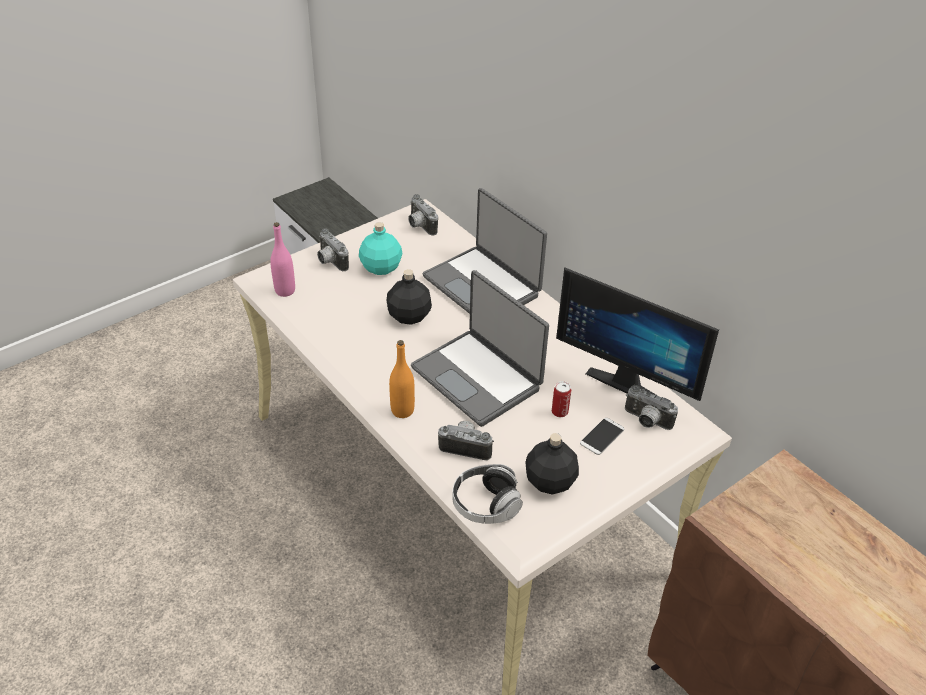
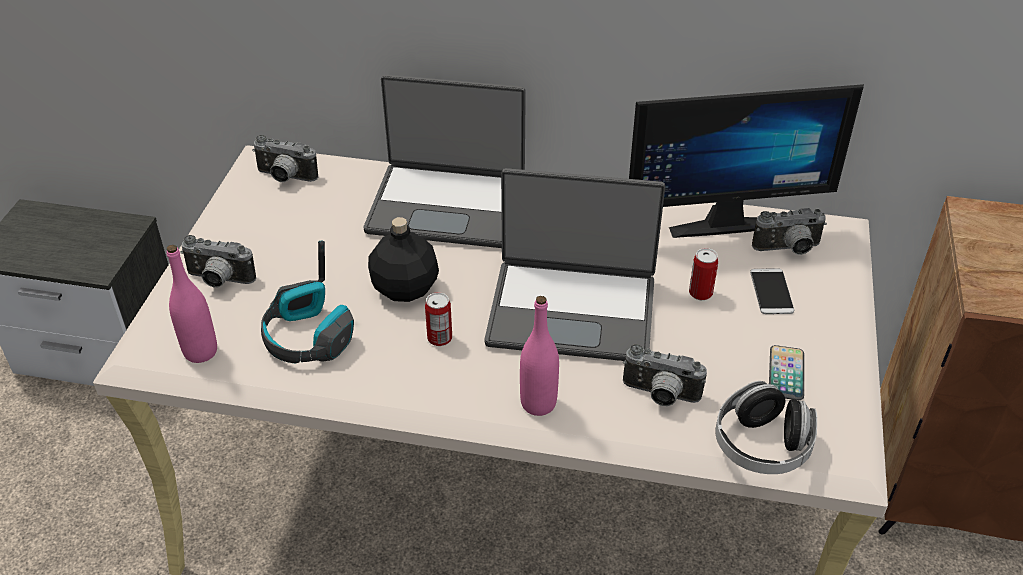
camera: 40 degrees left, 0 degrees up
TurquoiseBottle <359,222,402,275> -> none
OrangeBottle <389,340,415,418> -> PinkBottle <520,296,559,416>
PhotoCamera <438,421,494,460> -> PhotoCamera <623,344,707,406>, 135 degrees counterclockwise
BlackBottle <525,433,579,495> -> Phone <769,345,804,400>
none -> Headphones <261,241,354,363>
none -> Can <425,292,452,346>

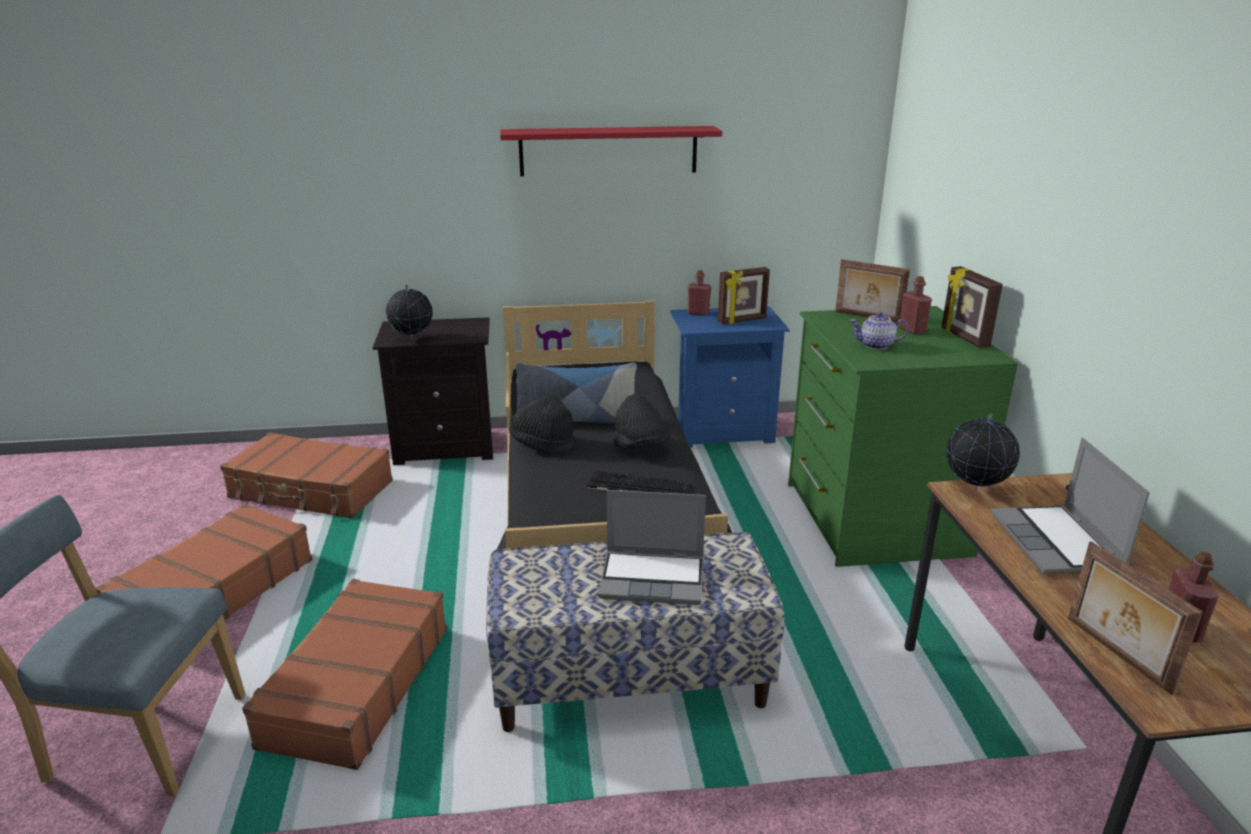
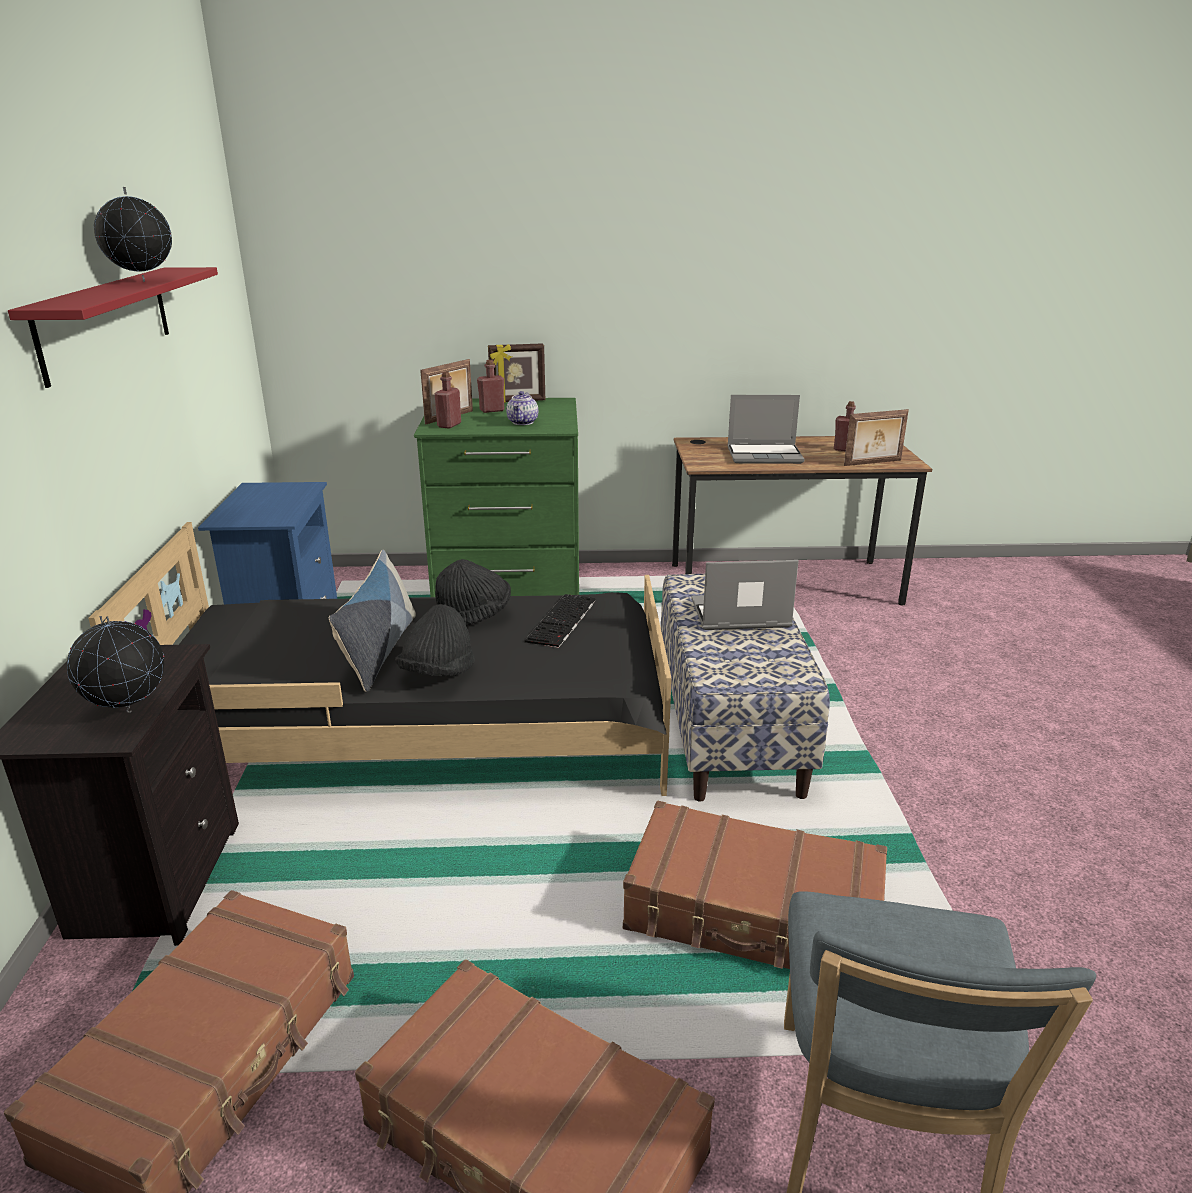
camera: 85 degrees left, 0 degrees up
PictureFrame <718,267,770,324> -> none
RedBottle <688,270,711,316> -> RedBottle <435,372,461,429>, shifted
Globe <946,413,1020,491> -> Globe <94,187,172,282>, shifted
Laptop <598,490,706,605> -> Laptop <691,560,799,630>, 105 degrees counterclockwise

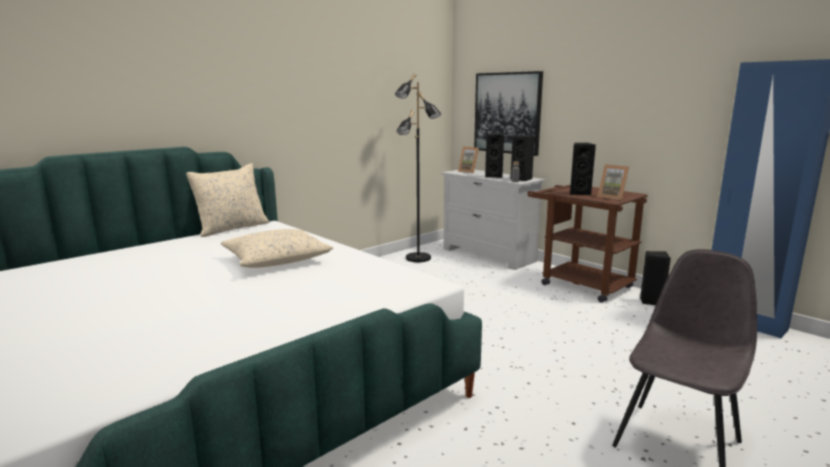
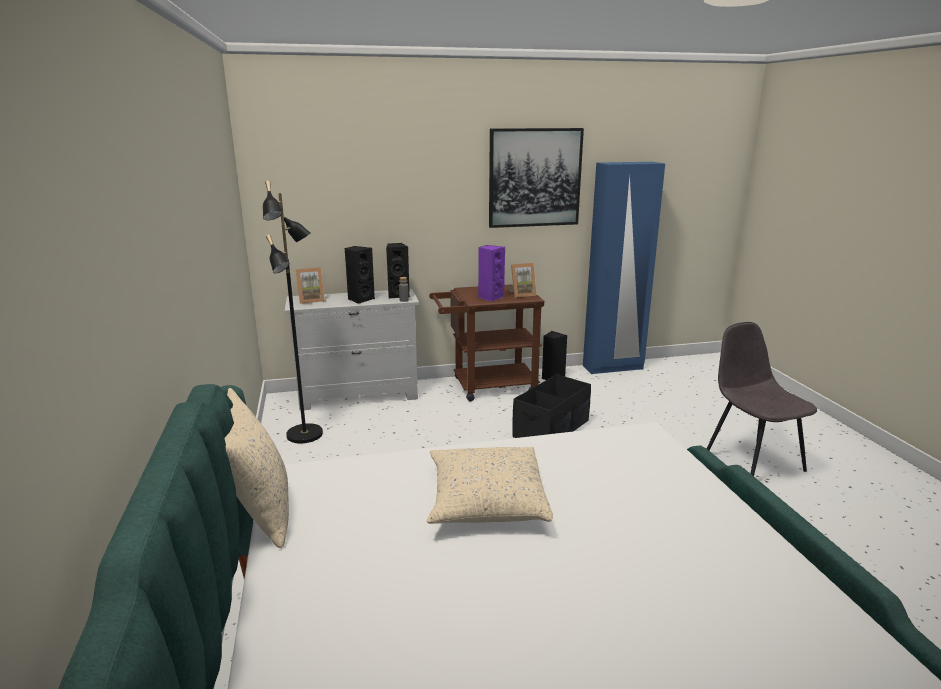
camera: 60 degrees left, 5 degrees up
Picture <474,71,543,156> -> Picture <489,128,584,228>, shifted
BlackSpeaker <570,143,596,195> -> PurpleSpeaker <478,245,505,302>
none -> BlackStorageBox <512,374,591,438>

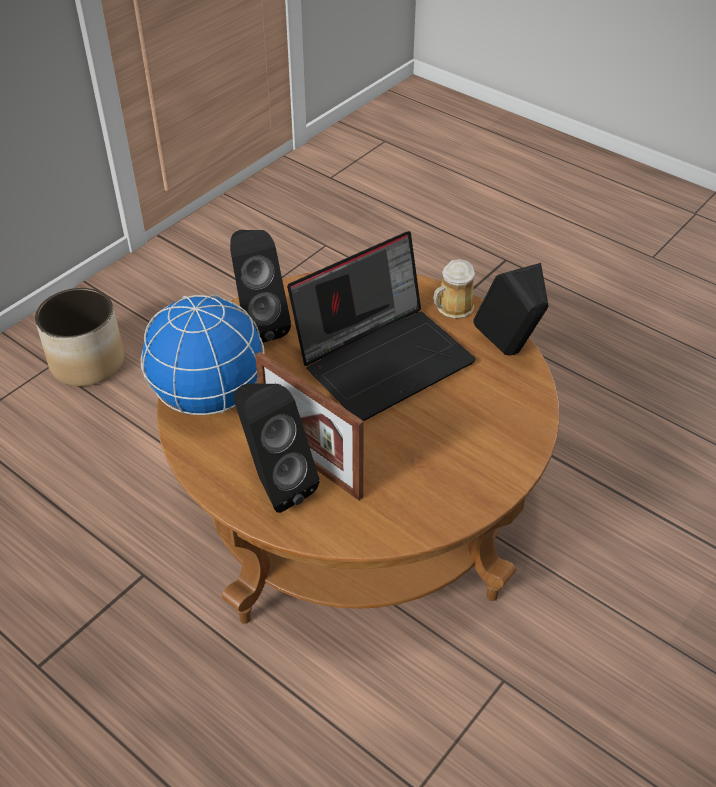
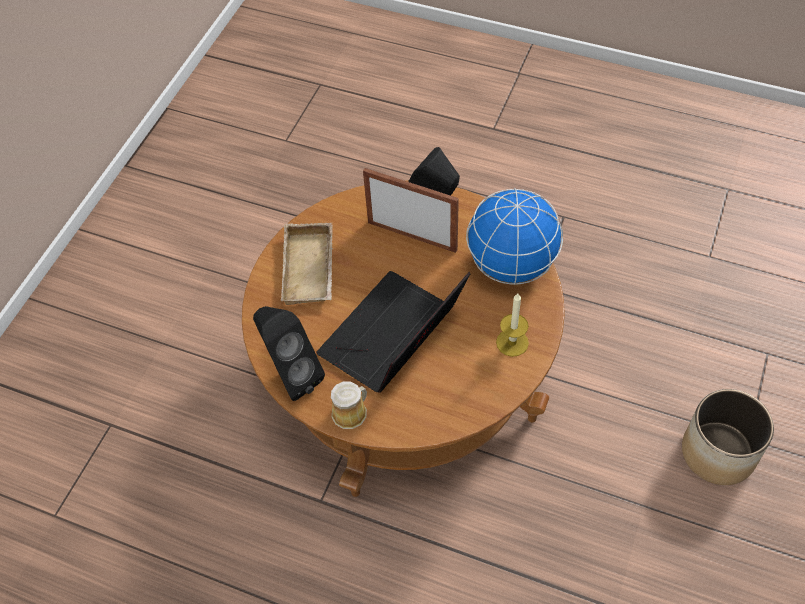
camera: 165 degrees right, 10 degrees up
BlackSpeaker <230,230,291,343> -> Candle <496,294,529,357>
none -> BeigeTray <281,223,333,305>

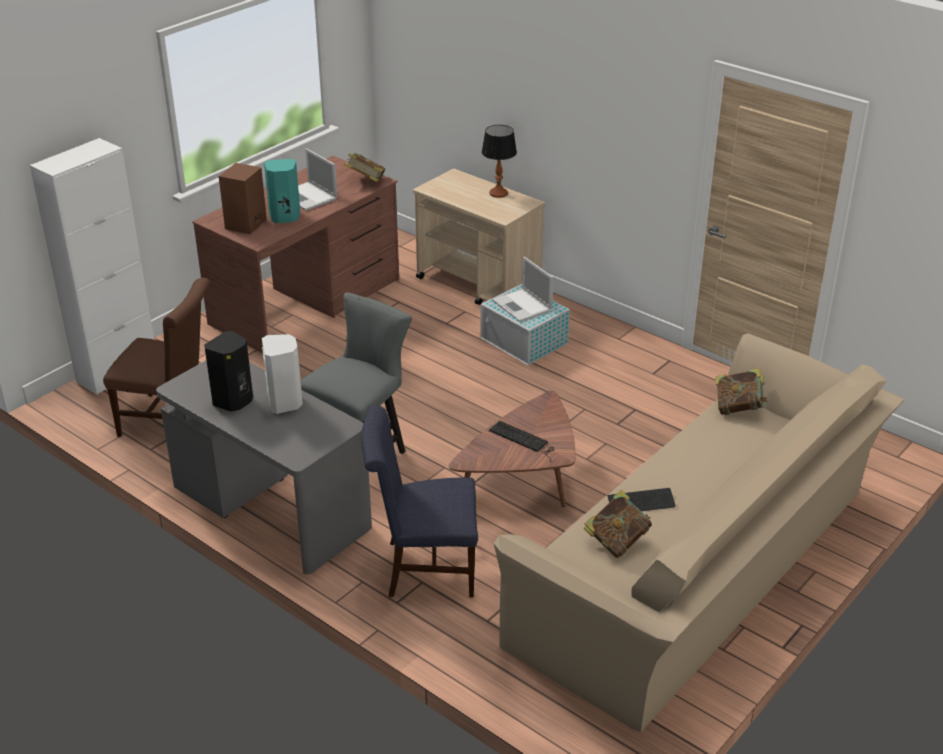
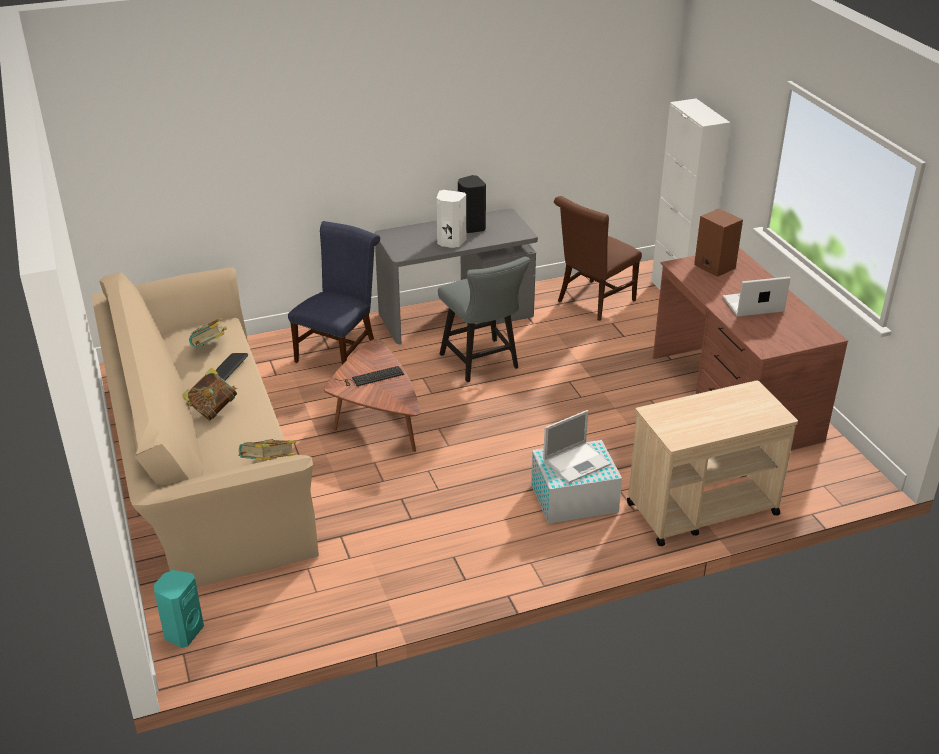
camera: 120 degrees right, 0 degrees up
TableLamp <482,125,517,198> -> none
Book <344,153,386,182> -> Book <182,368,237,421>, shifted
TurquoiseSpeaker <264,159,300,223> -> TurquoiseSpeaker <154,570,204,648>, shifted
Laptop <492,257,553,322> -> Laptop <543,410,611,483>, 150 degrees clockwise

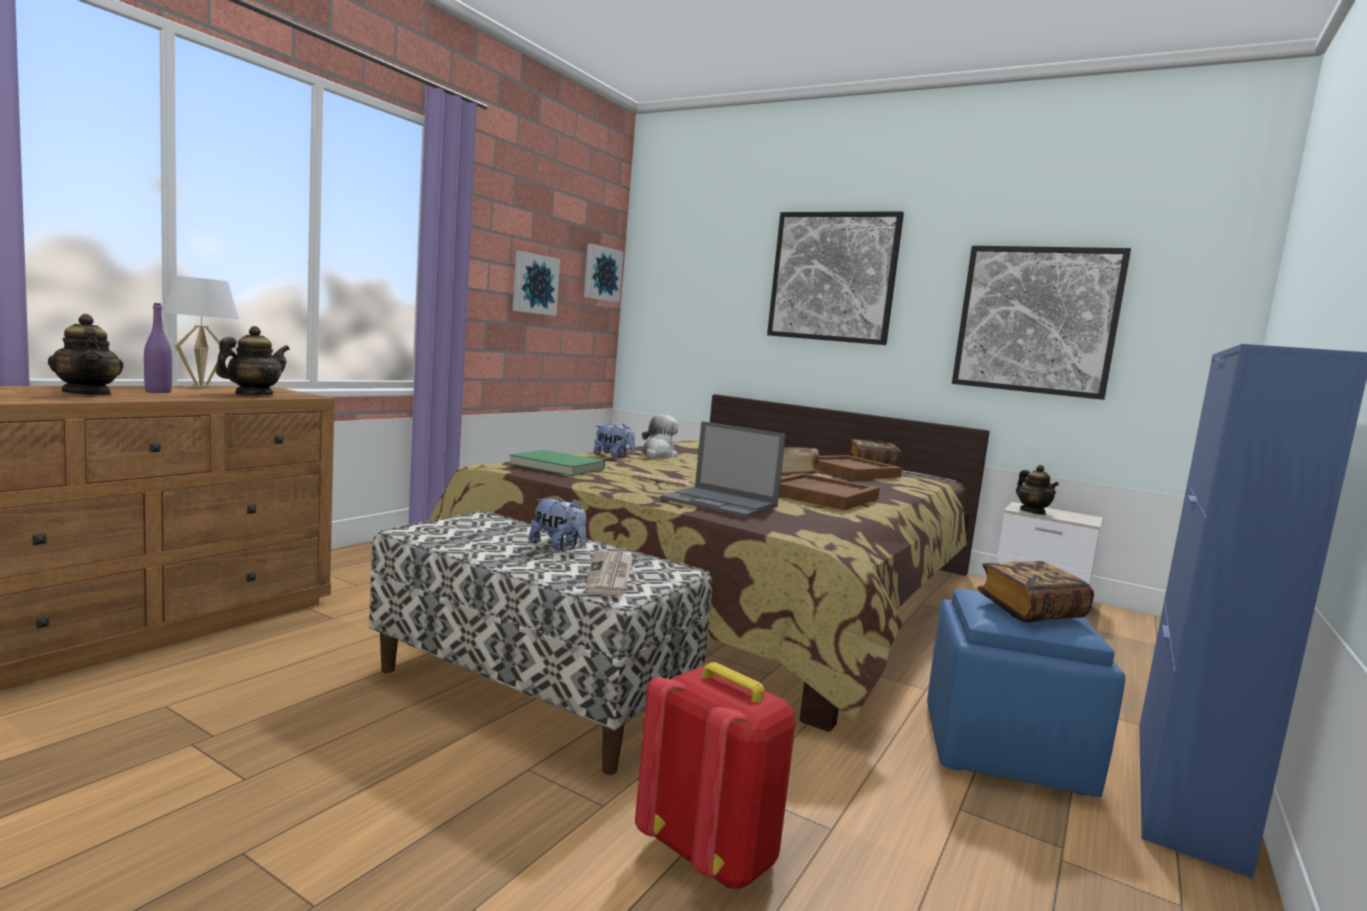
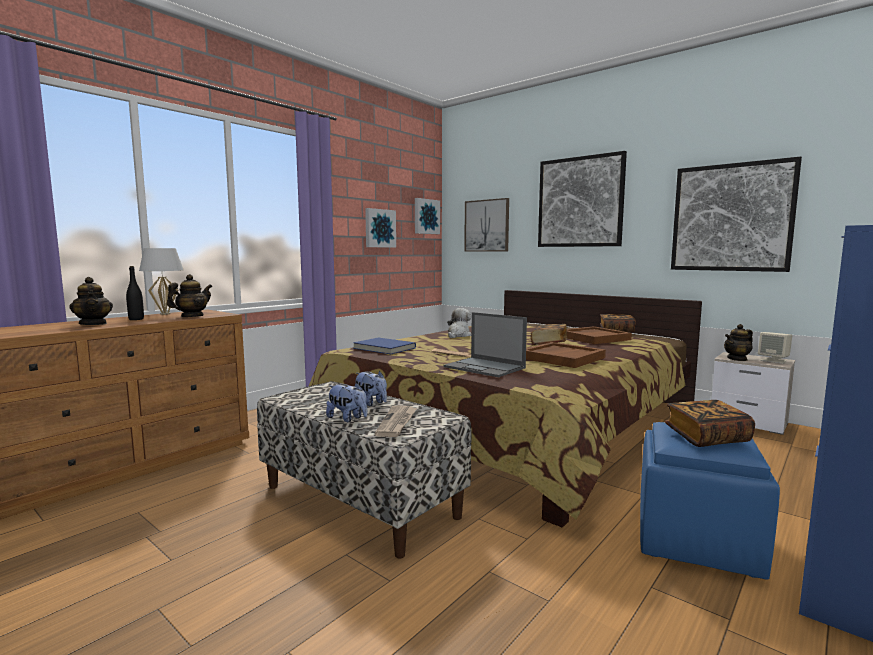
camera: 10 degrees right, 0 degrees up
PurpleBottle <144,303,172,393> -> BlackBottle <126,266,144,320>
PlushToy <594,424,635,459> -> PlushToy <326,382,367,422>, shifted
GreenBook <509,450,605,476> -> BlueBook <353,337,416,354>
Teapot <1016,465,1059,515> -> Teapot <724,324,753,361>, 75 degrees clockwise
RedBackpack <635,662,796,889> -> none
none -> Picture <464,198,509,252>
none -> BeigeSpeaker <758,332,792,364>

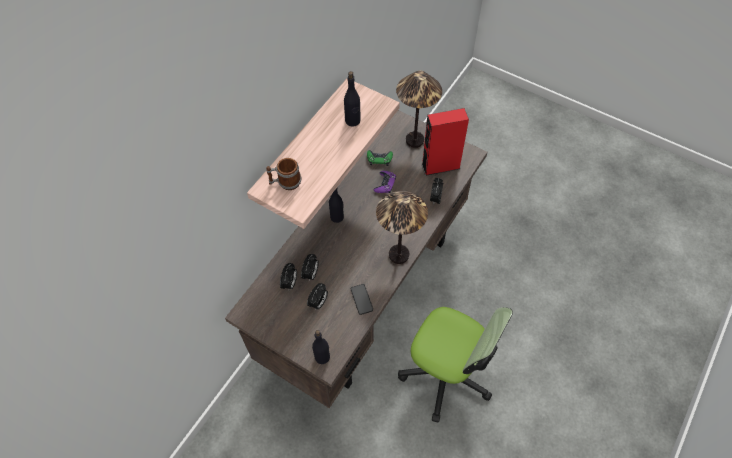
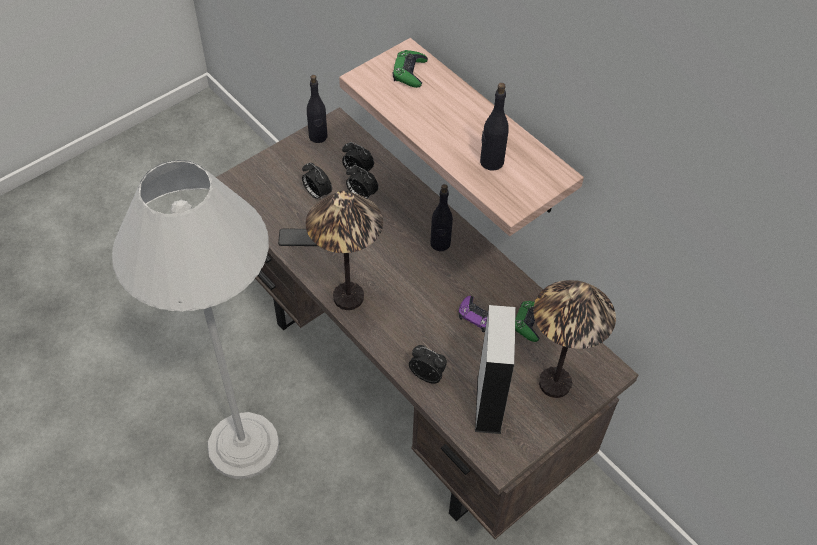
camera: 105 degrees right, 5 degrees down
RedSpeaker <422,108,469,176> -> GreySpeaker <475,305,516,434>
Mug <266,158,302,190> -> GreenGameController <393,50,428,88>
OfficeChair <398,307,513,423> -> WhiteFloorLamp <112,160,280,479>
BlackBottle <312,330,330,364> -> BlackBottle <307,75,327,143>, shifted

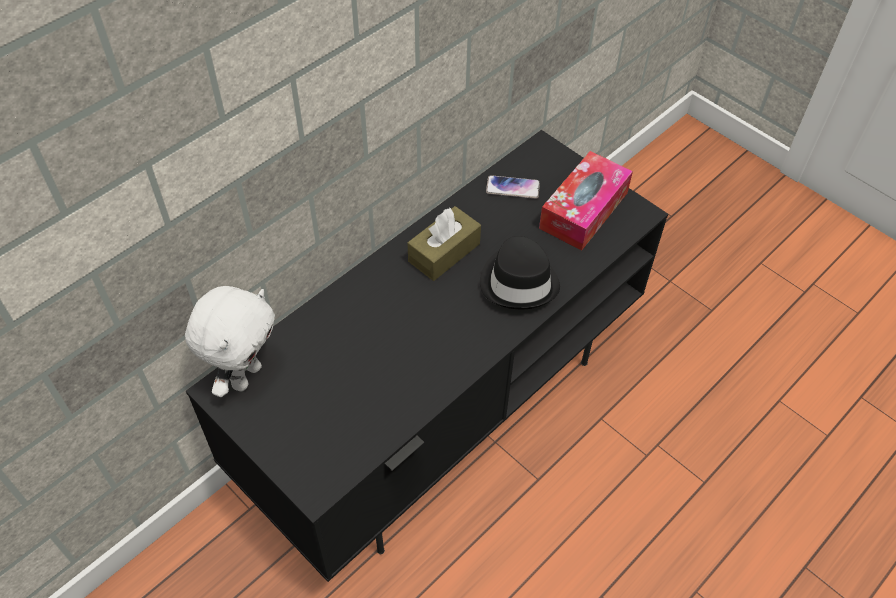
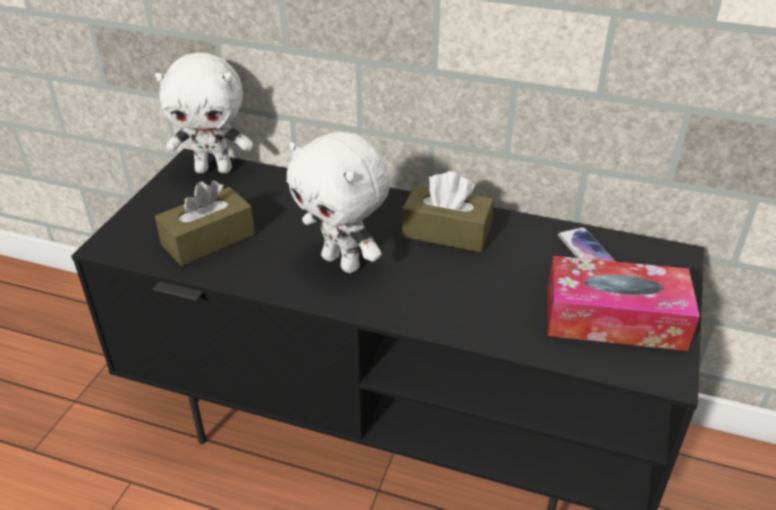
camera: 65 degrees right, 15 degrees down
BlackHat <480,236,560,309> -> none
none -> WhitePlushToy <286,132,390,273>
none -> BrownTissueBox <155,181,255,266>

